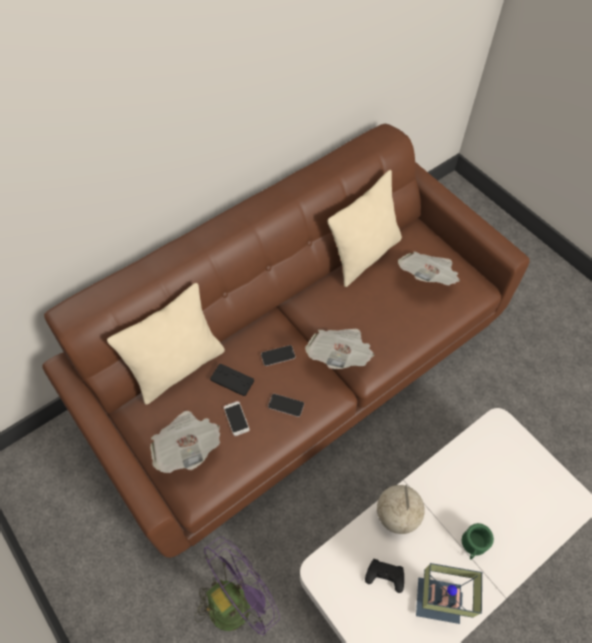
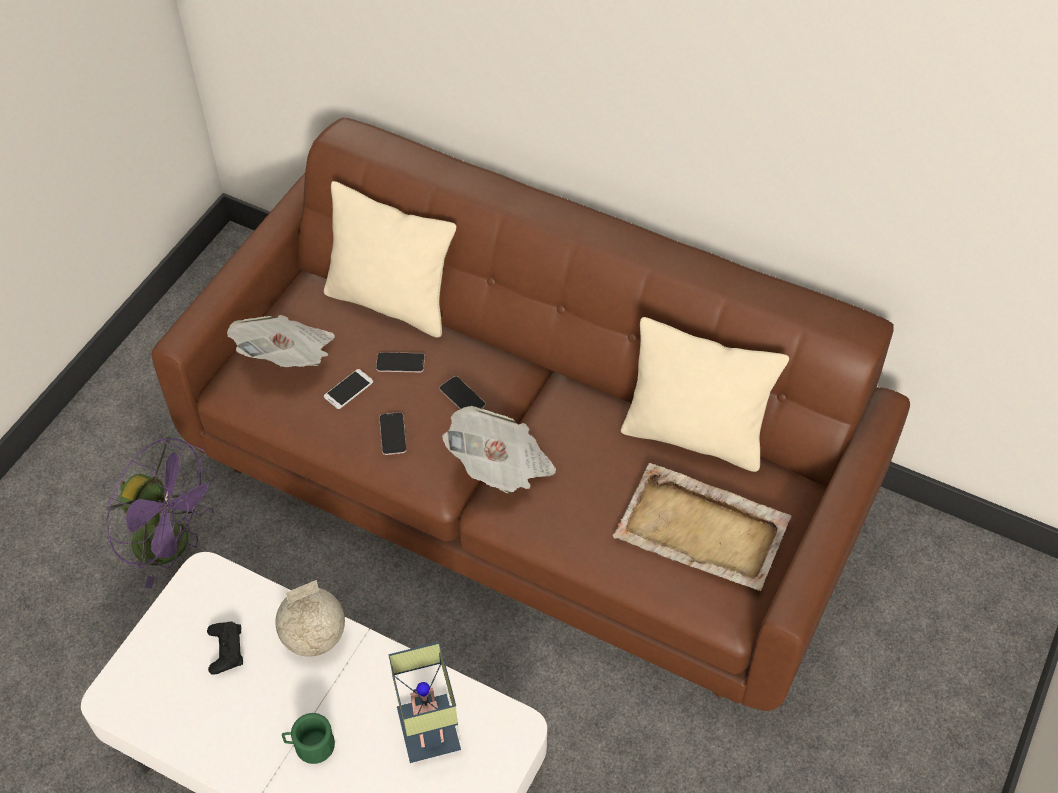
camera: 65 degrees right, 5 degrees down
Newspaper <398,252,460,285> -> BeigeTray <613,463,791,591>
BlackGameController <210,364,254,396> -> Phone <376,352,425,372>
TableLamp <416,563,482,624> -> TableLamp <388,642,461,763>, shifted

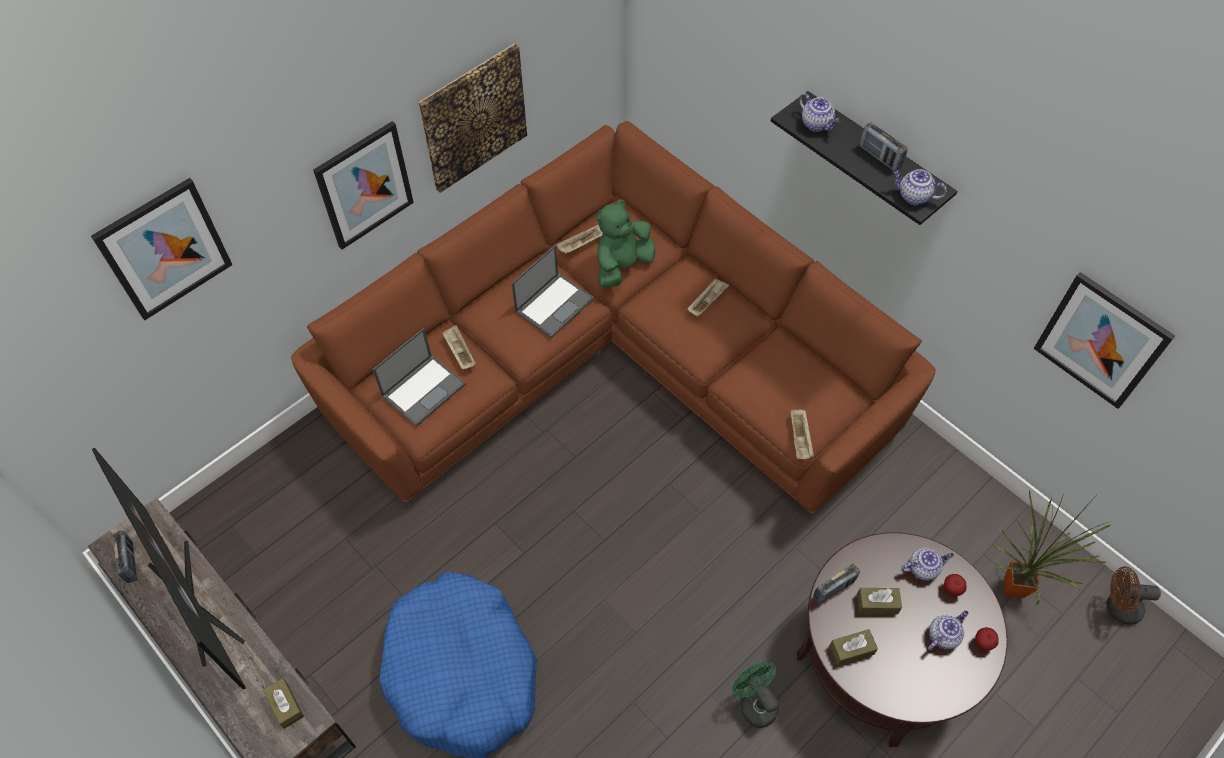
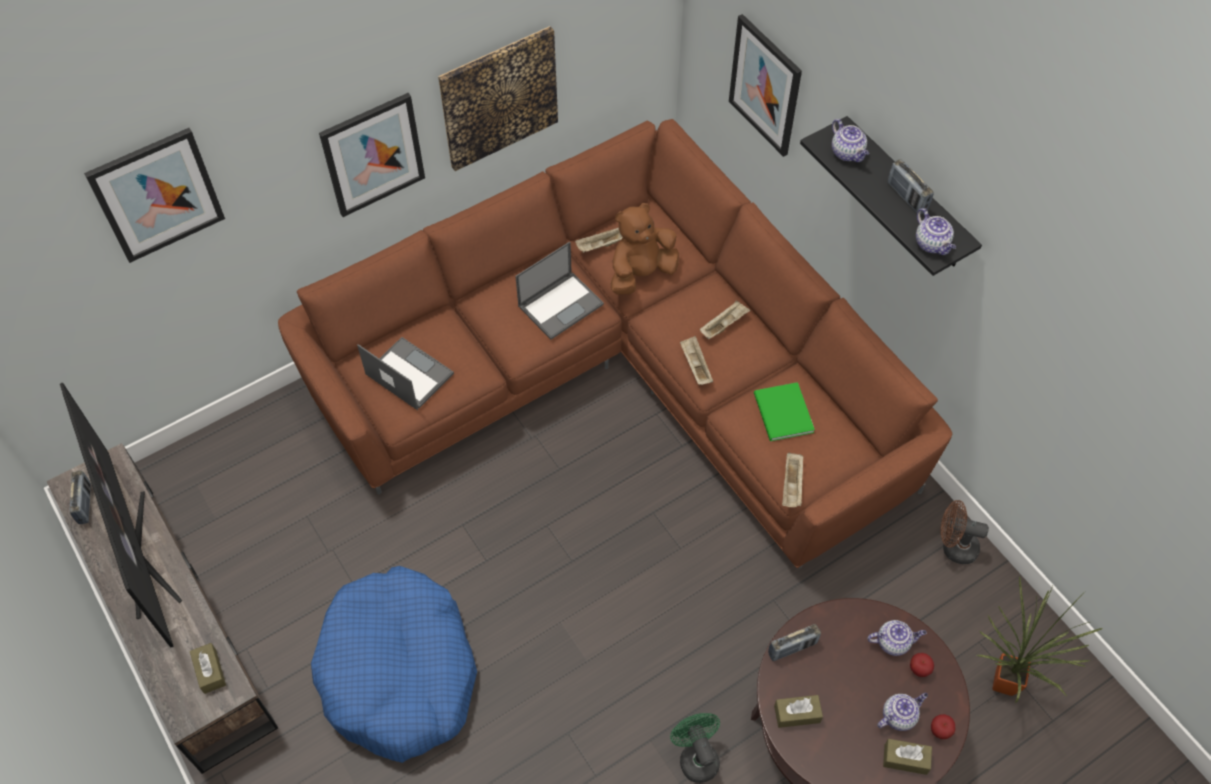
camera: 10 degrees right, 0 degrees up
Teapot <892,169,947,205> -> Teapot <916,208,956,255>, 150 degrees counterclockwise
GreenPlushToy <596,199,655,288> -> BrownPlushToy <611,203,679,295>
Picture <1033,272,1175,409> -> Picture <729,14,802,157>, shifted
BeigeTray <442,325,476,369> -> BeigeTray <680,336,713,385>, shifted
Laptop <372,328,466,427> -> Laptop <357,337,454,410>, 105 degrees counterclockwise
BrownFan <1107,566,1161,625> -> BrownFan <940,500,989,564>, shifted
BrownTissueBox <857,588,902,614> -> BrownTissueBox <883,739,932,775>, shifted
none -> GreenBook <754,382,815,441>

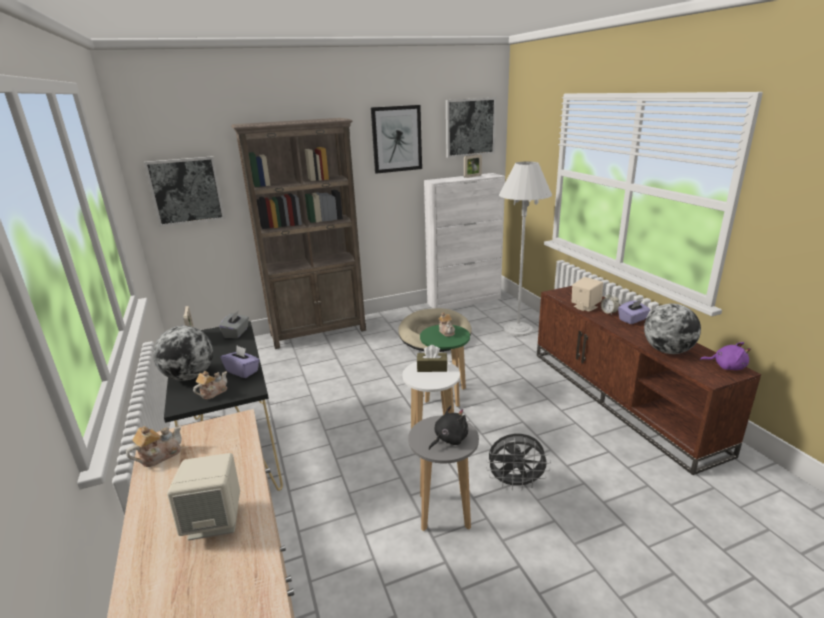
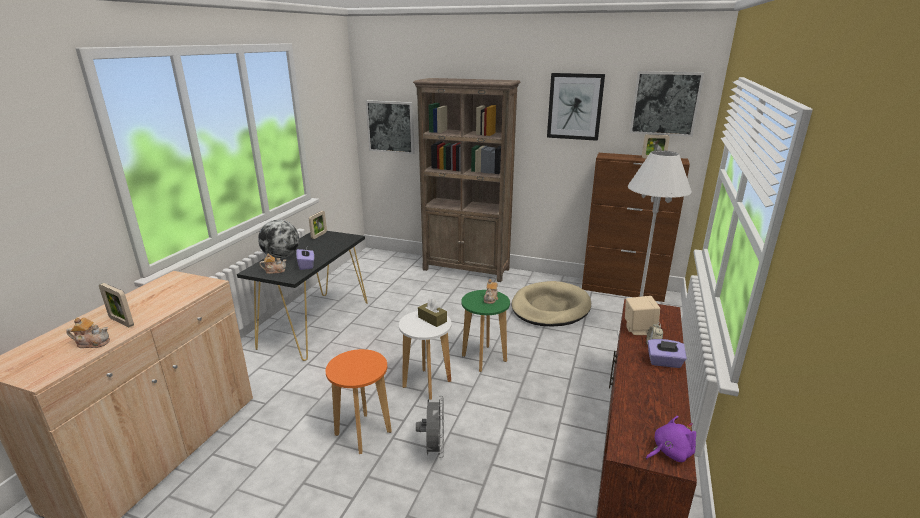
camera: 40 degrees right, 0 degrees up
WhiteCabinet <424,173,505,309> -> BrownCabinet <582,153,690,302>
Globe <644,303,701,354> -> none
GreyTissueBox <219,310,249,338> -> none
PurplePlushToy <700,342,751,370> -> PurplePlushToy <646,416,696,462>, 90 degrees counterclockwise
BlackPlushToy <429,406,468,450> -> none
GreyStool <408,416,479,531> -> OrangeStool <326,349,392,454>
Teapot <126,425,182,467> -> Teapot <66,317,110,348>, shifted
GreyFan <486,434,551,490> -> GreyFan <416,396,444,458>, 135 degrees counterclockwise
BeigeSpeaker <167,453,240,540> -> PictureFrame <99,283,134,327>

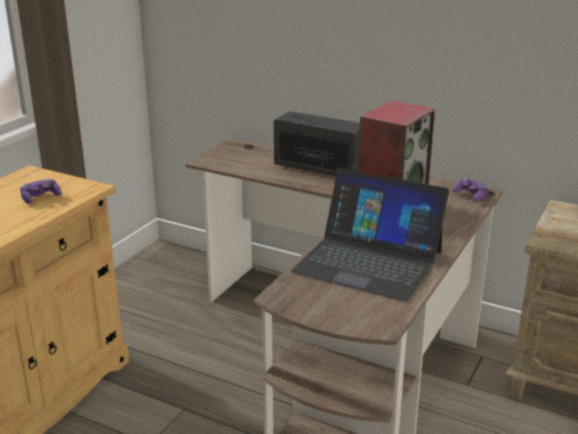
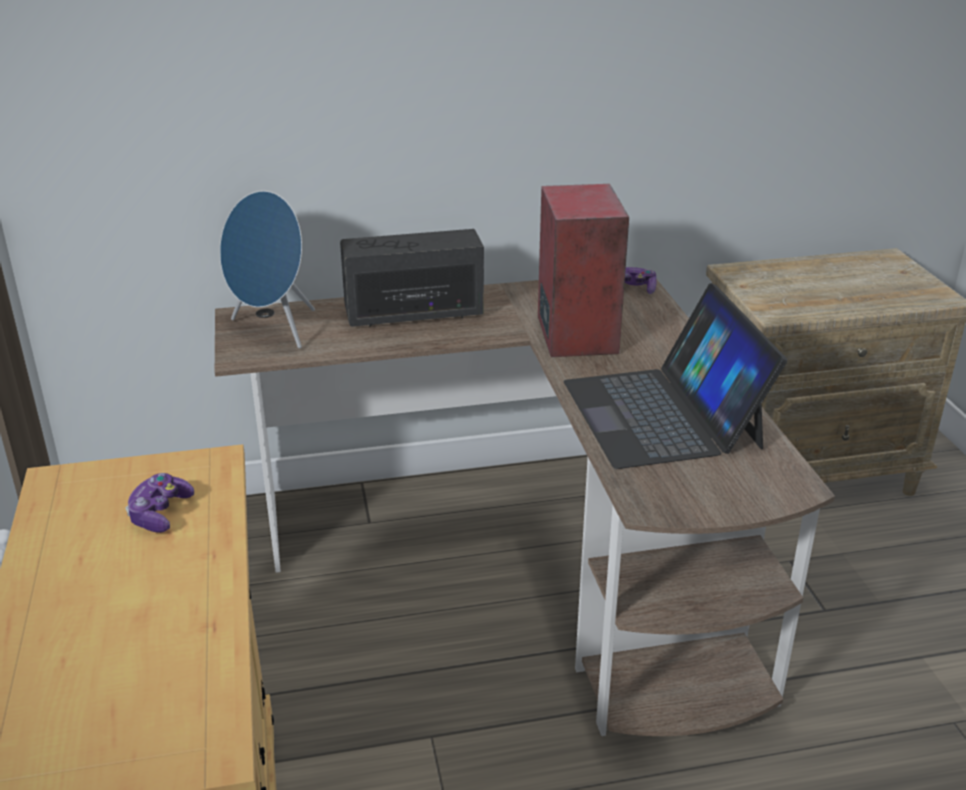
camera: 40 degrees left, 5 degrees up
Laptop <291,168,449,301> -> Laptop <564,283,787,469>, 90 degrees clockwise
none -> BlueSpeaker <220,191,315,348>

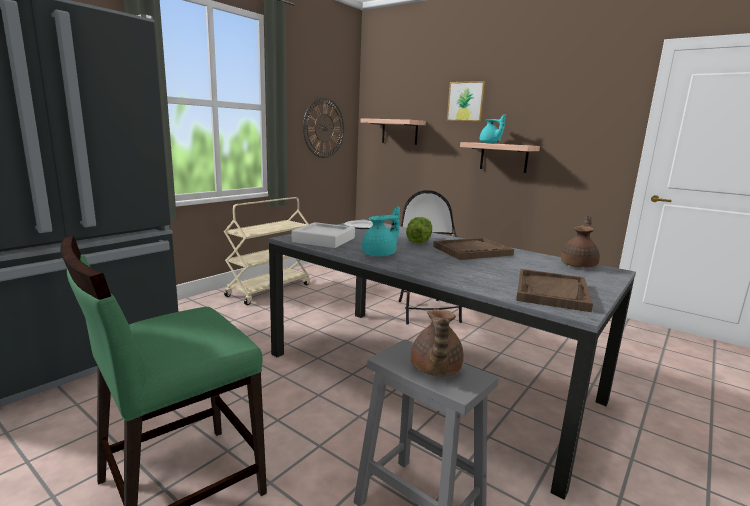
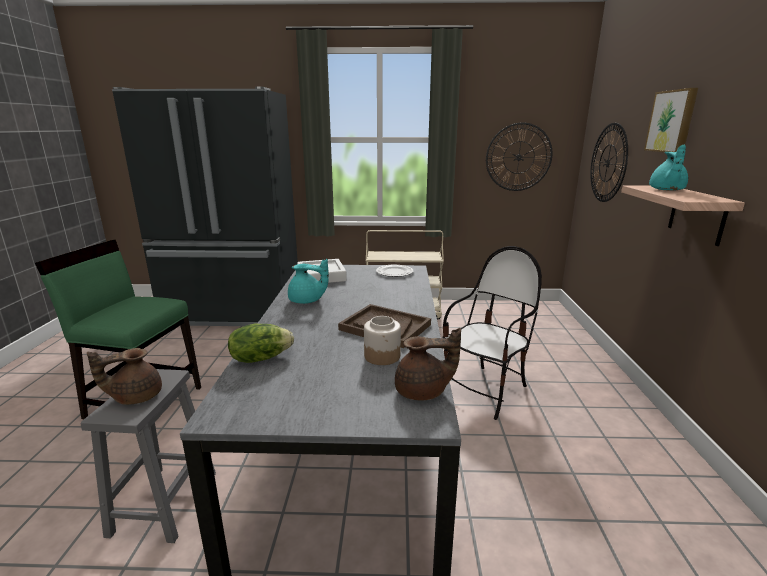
camera: 55 degrees right, 5 degrees up
Shelf <360,118,426,145> -> WallClock <590,123,628,202>
Lettuce <406,217,432,243> -> Lettuce <228,324,294,363>, shifted
BrownTray <516,269,593,312> -> none
none -> Jar <364,316,401,365>

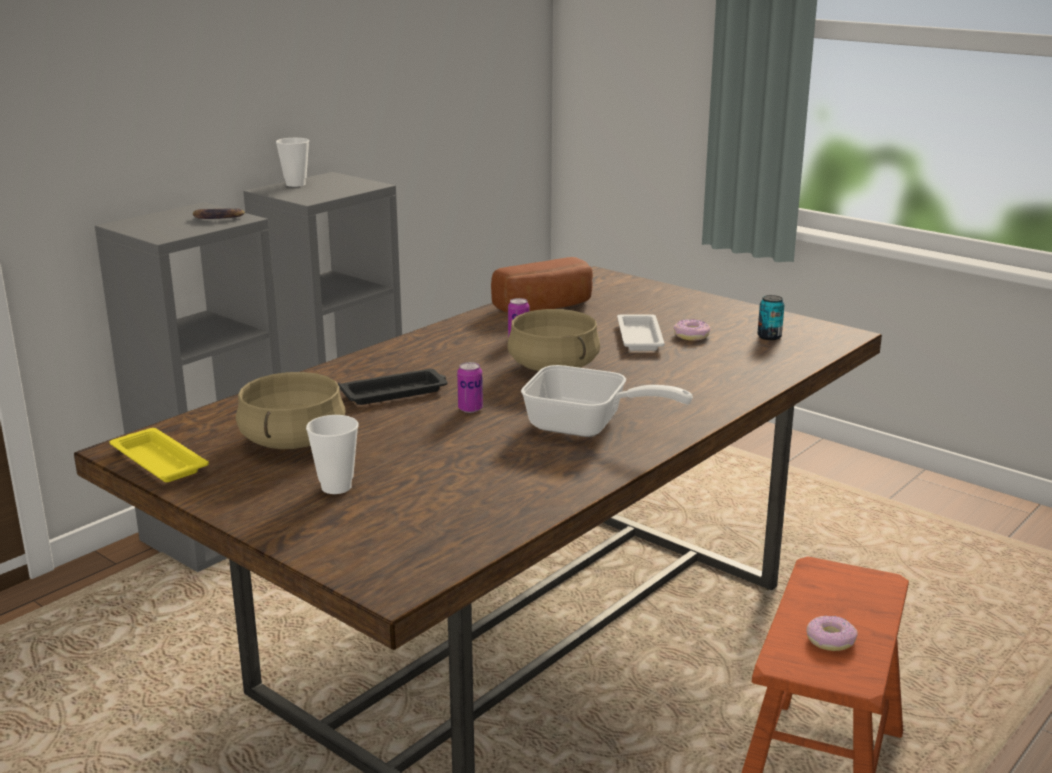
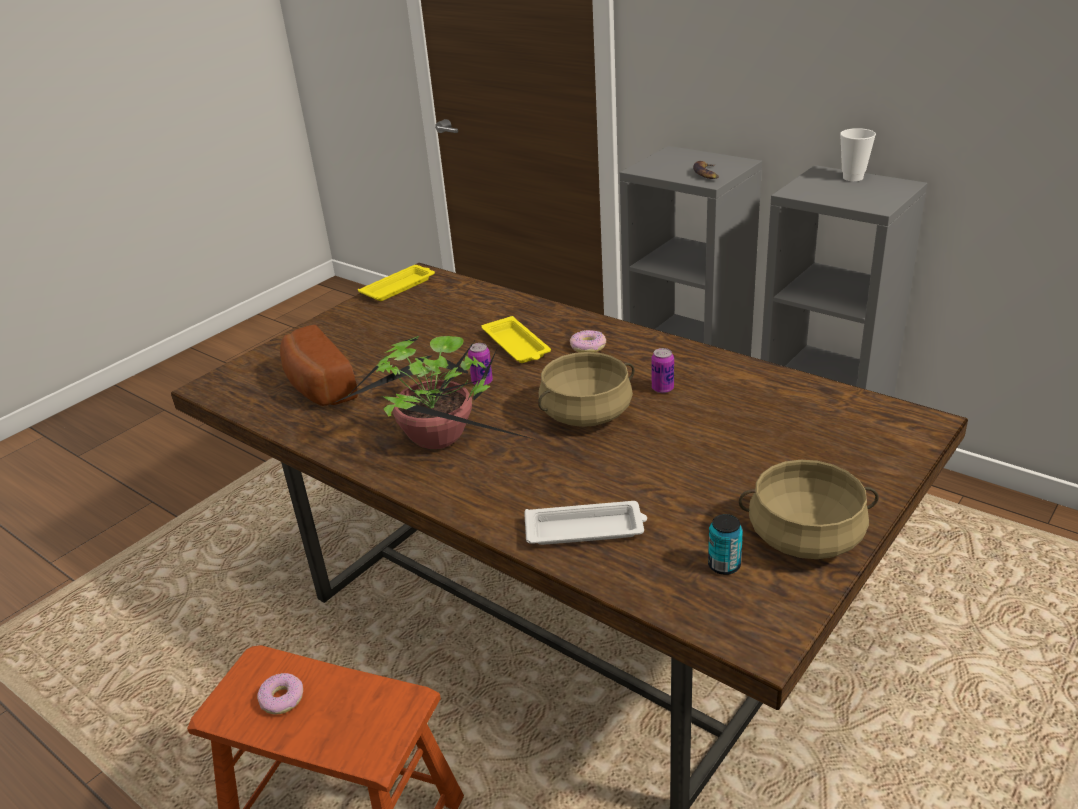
camera: 90 degrees right, 10 degrees up
Bread <491,257,593,313> -> Bread <280,324,358,406>, shifted
WhiteTray <617,314,665,351> -> WhiteTray <524,501,647,545>, shifted
Donut <674,319,710,341> -> Donut <570,330,606,352>, shifted
FryingPan <521,365,693,437> -> PottedPlant <334,336,536,449>
BlackTray <338,369,448,405> -> YellowTray <482,316,551,363>
BeigeCookingPot <236,372,346,449> -> BeigeCookingPot <738,460,879,559>, shifted
Cup <306,415,358,494> -> none

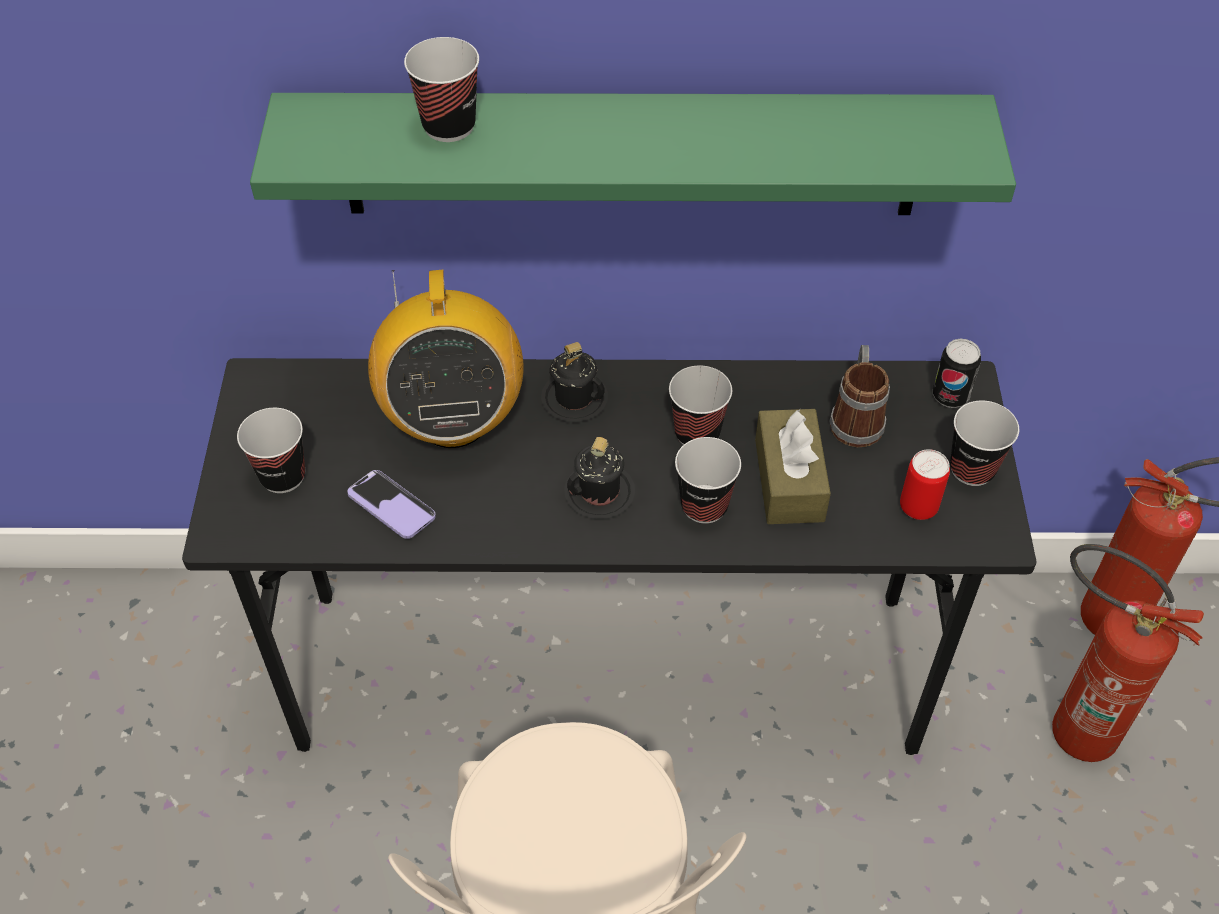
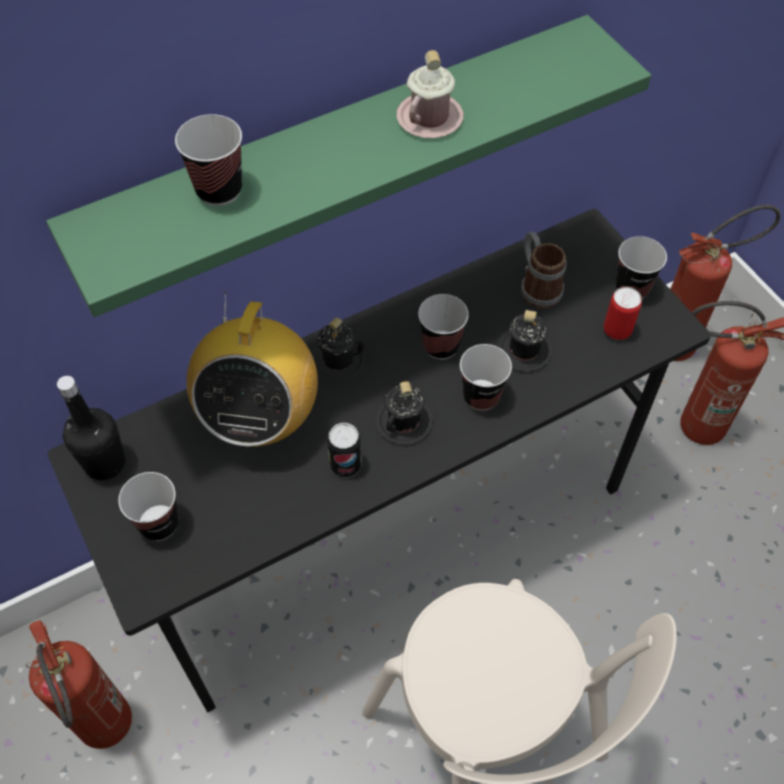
camera: 30 degrees left, 5 degrees up
Radio <368,270,523,448> -> Radio <187,292,318,447>, 45 degrees clockwise
Can <933,339,981,408> -> Can <327,423,362,477>, shifted
BrownTissueBox <755,409,831,524> -> BlackMug <497,310,552,371>
Phone <347,470,436,539> -> none
none -> PinkMug <396,50,463,138>
none -> BlackBottle <57,376,125,480>
none -> FireExtinguisher <26,620,132,749>

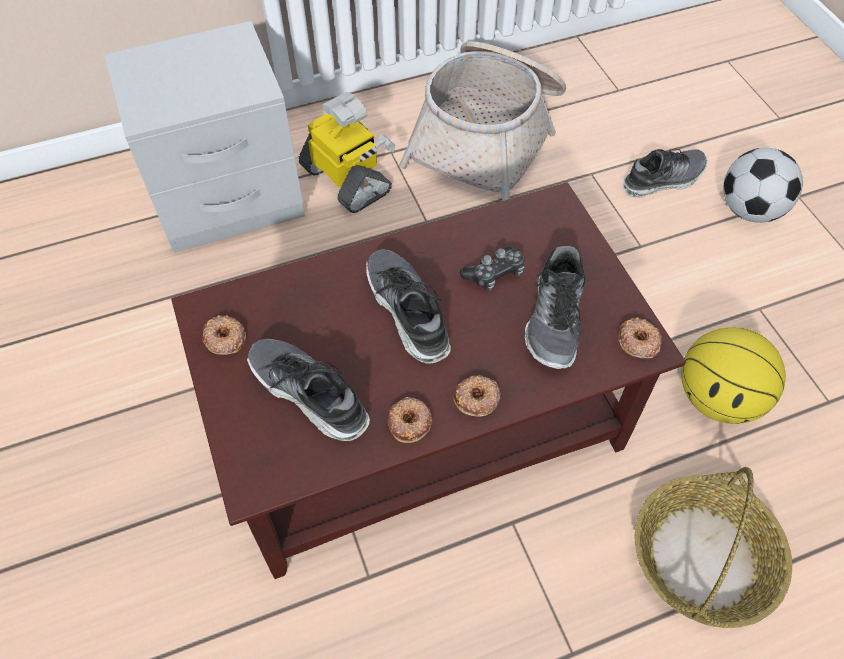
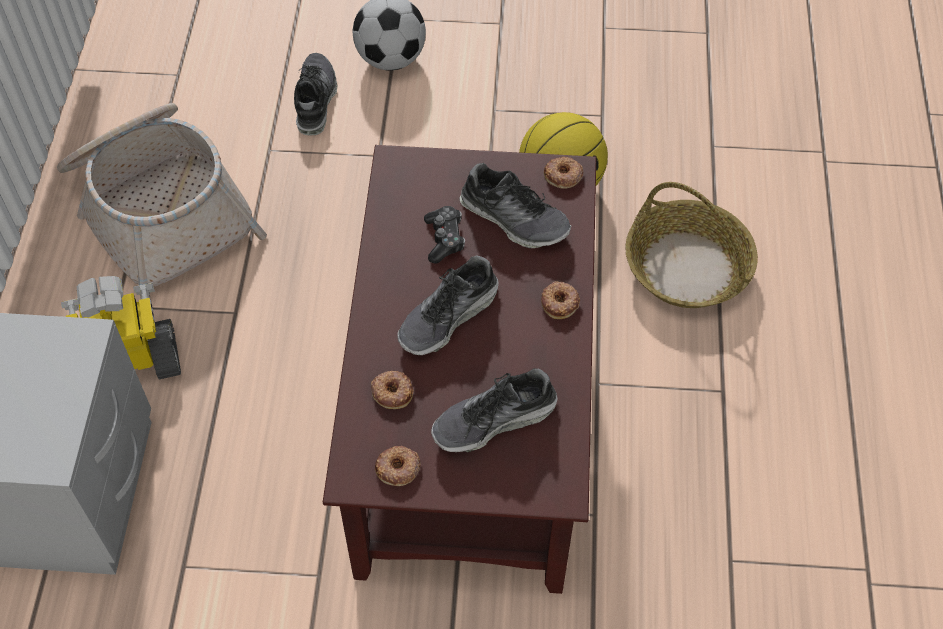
camera: 65 degrees left, 0 degrees up
Shoe <366,249,451,364> -> Shoe <398,255,499,355>, 45 degrees counterclockwise
Donut <388,397,433,443> -> Donut <371,371,414,409>, shifted

